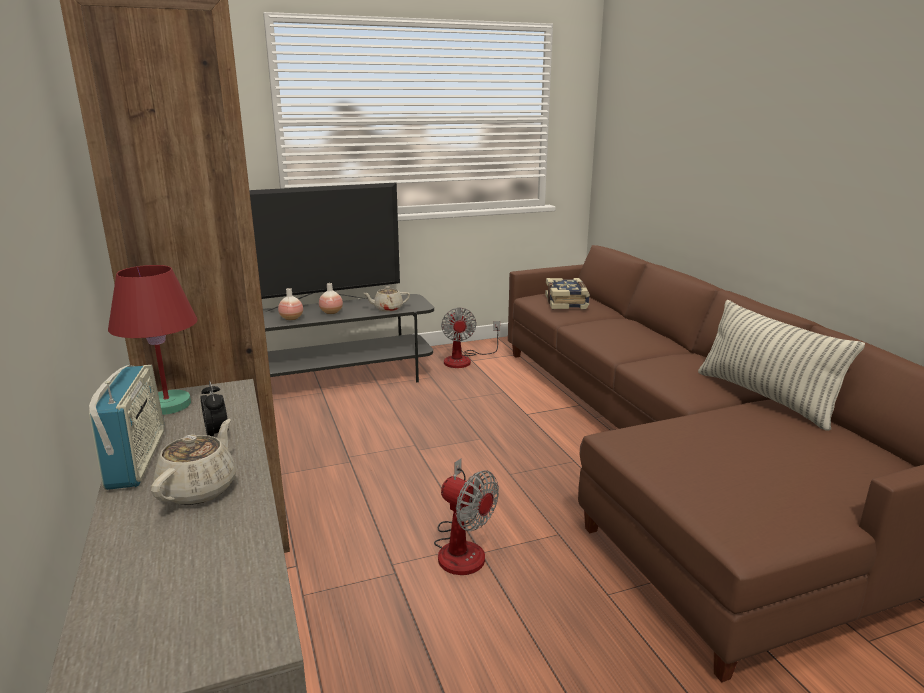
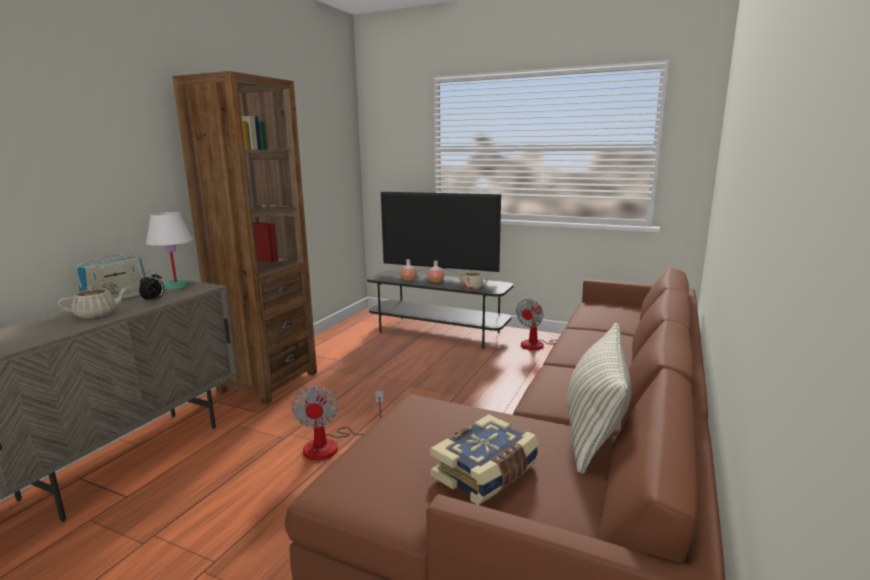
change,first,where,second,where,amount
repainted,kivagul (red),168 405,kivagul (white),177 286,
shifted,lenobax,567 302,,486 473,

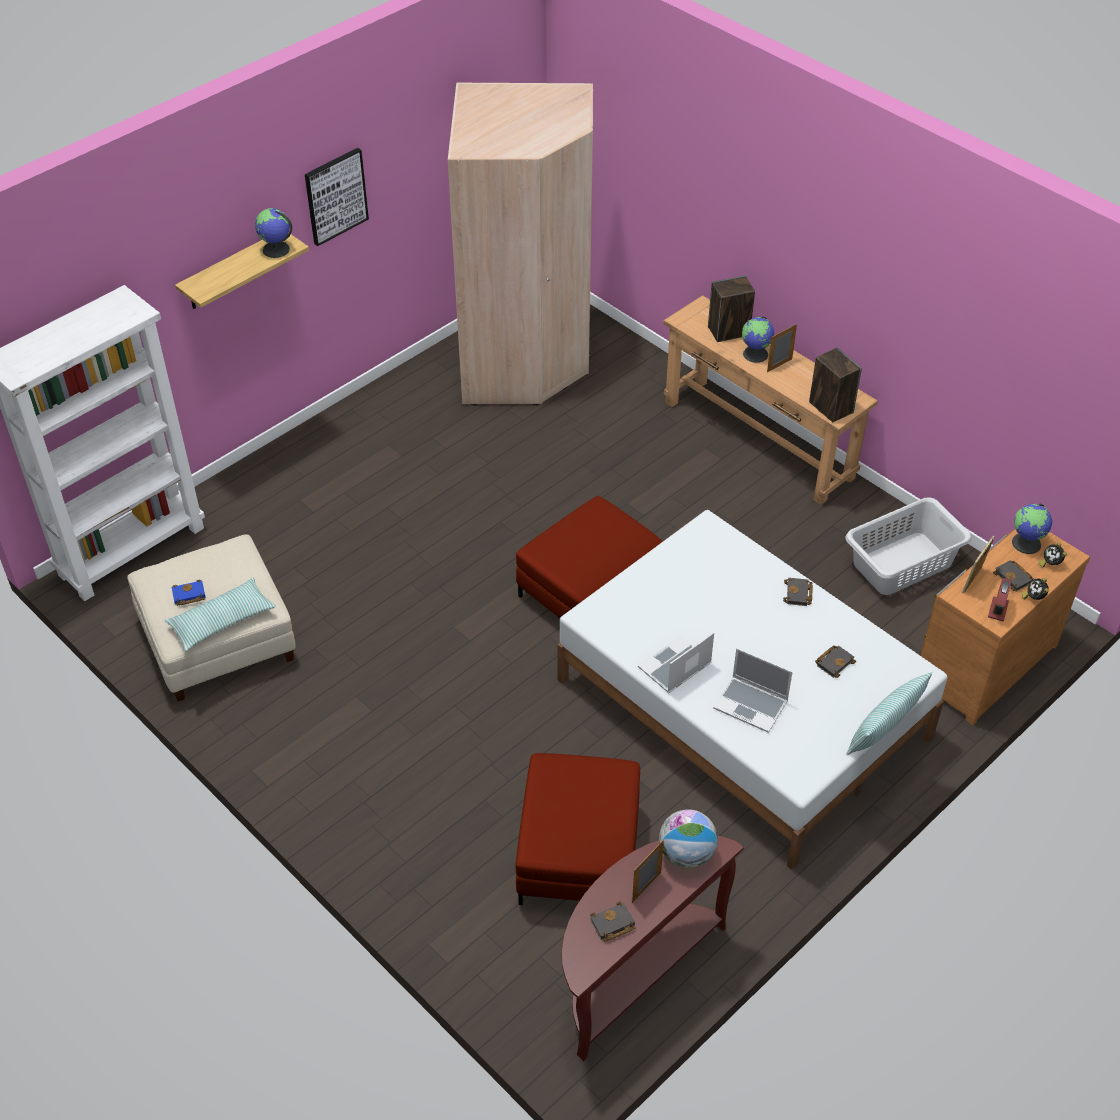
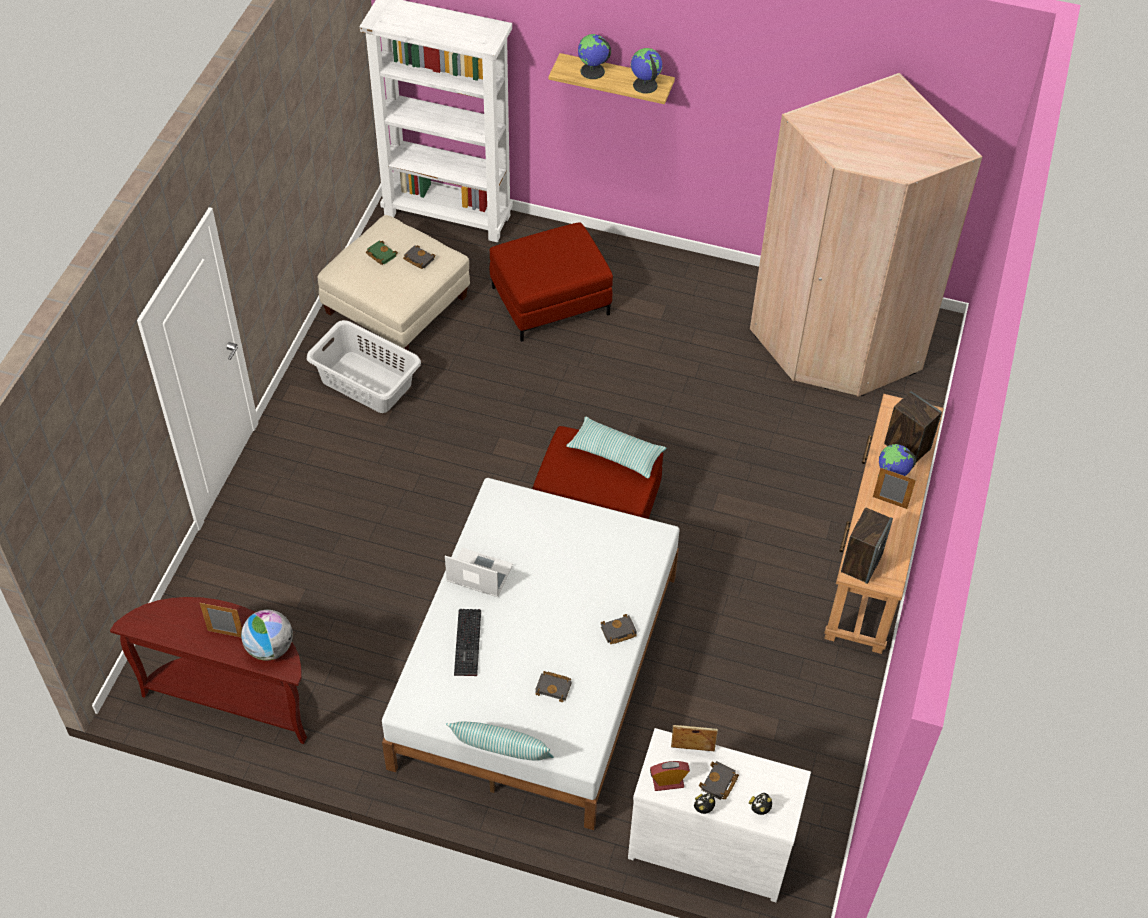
change,first,where,second,where,amount
shifted,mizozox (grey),901 563,,366 382,
repainted,lenobax (blue),188 596,lenobax (green),380 254,
shifted,lenobax (black),612 925,,418 259,
swapped,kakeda,752 705,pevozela,469 644,
shifted,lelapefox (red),578 853,,550 300,
shifted,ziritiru,222 621,,615 453,
shifted,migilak,1027 543,,592 71,
repainted,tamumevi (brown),982 663,tamumevi (white),710 842,
gone,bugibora,335 196,,,

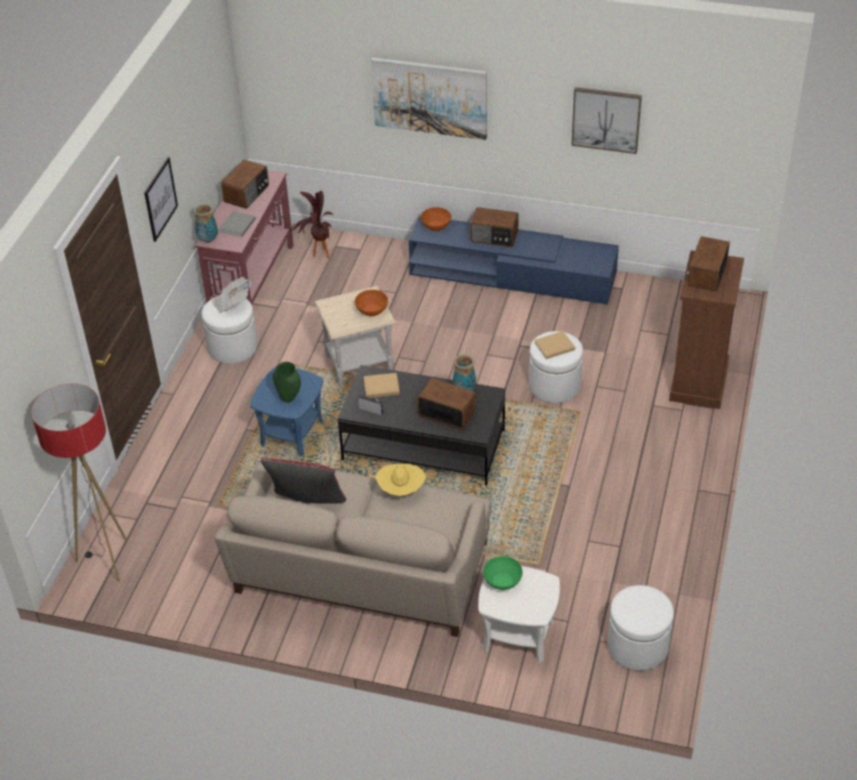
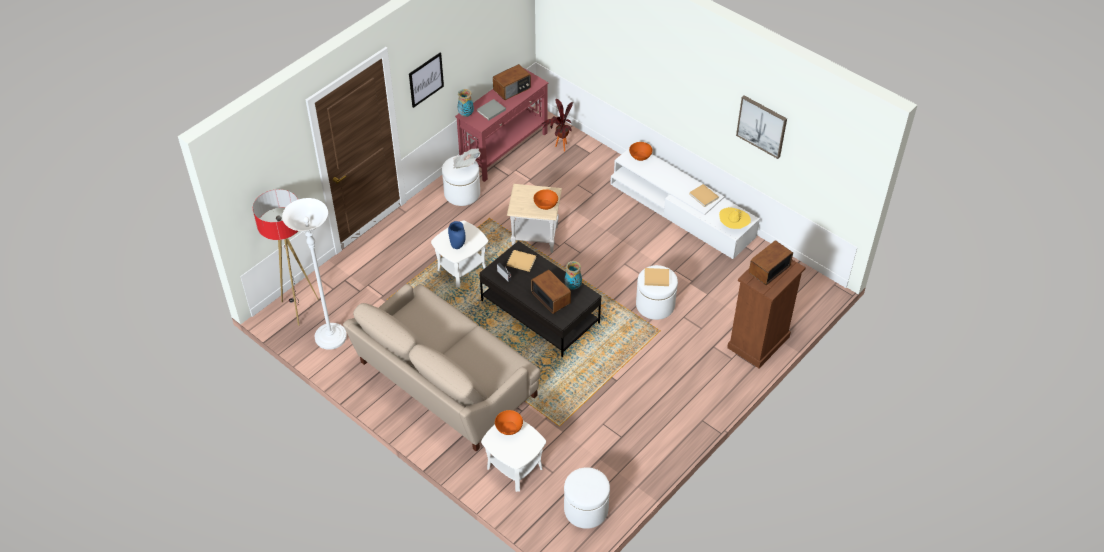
change,first,where,second,where,amount
new,,,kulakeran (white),331 337,
repainted,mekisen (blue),292 433,mekisen (white),461 269,
repainted,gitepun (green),288 399,gitepun (blue),457 246,
repainted,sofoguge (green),502 581,sofoguge (orange),509 428,
repainted,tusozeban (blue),511 274,tusozeban (white),681 211,
new,,,lenobax (beige),704 196,
shifted,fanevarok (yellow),401 491,,733 226,
gone,ziritiru (red),307 503,,,
gone,bugibora,430 97,,,
gone,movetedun,494 237,,,

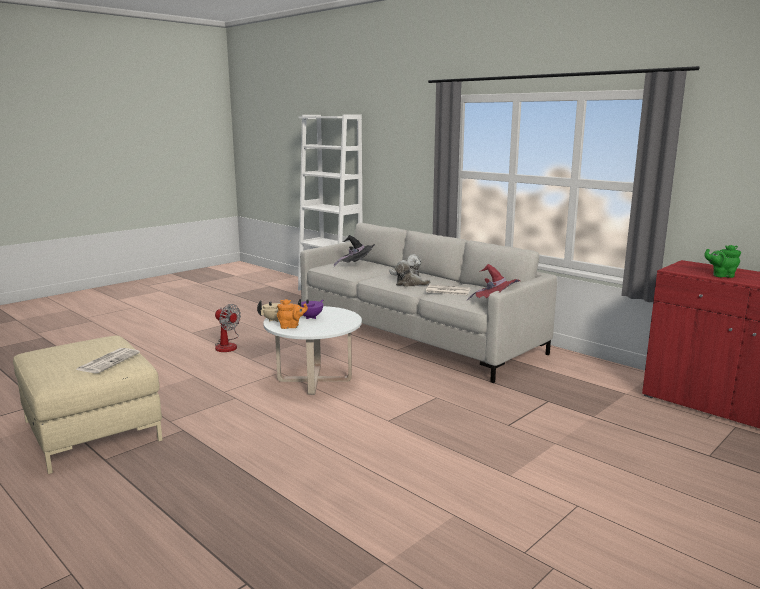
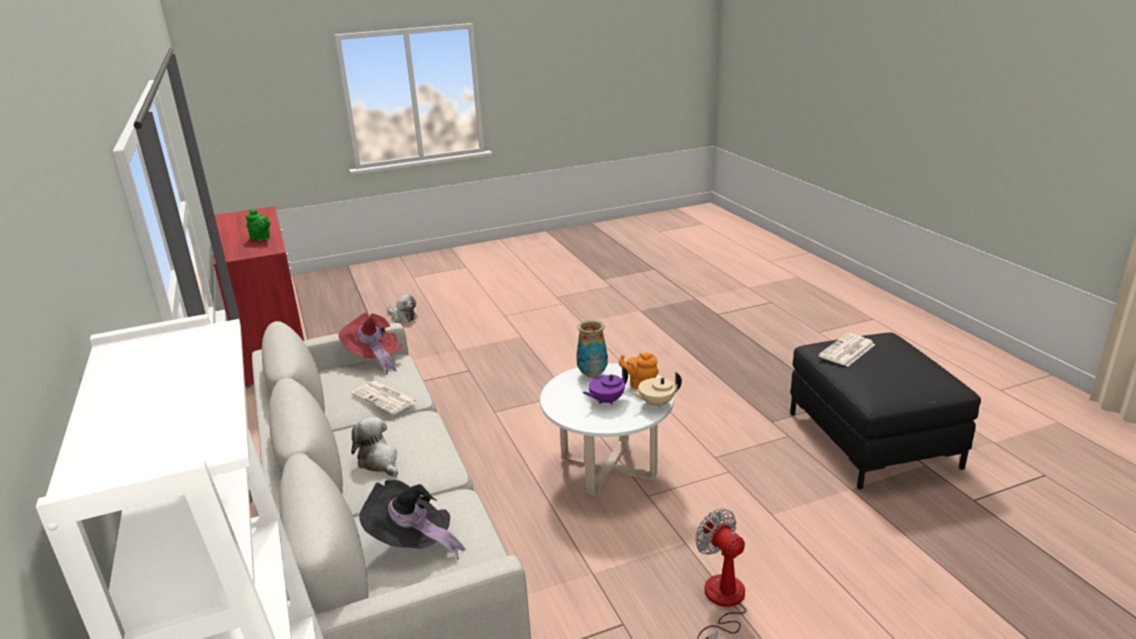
change,first,where,second,where,amount
shifted,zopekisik,409 284,,403 317,
new,,,gitepun,592 374,
repainted,lelapefox (beige),91 430,lelapefox (black),872 439,

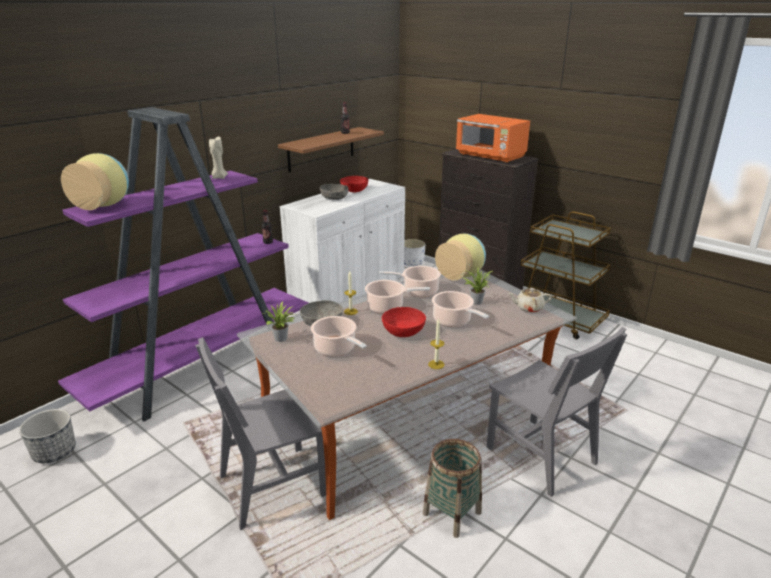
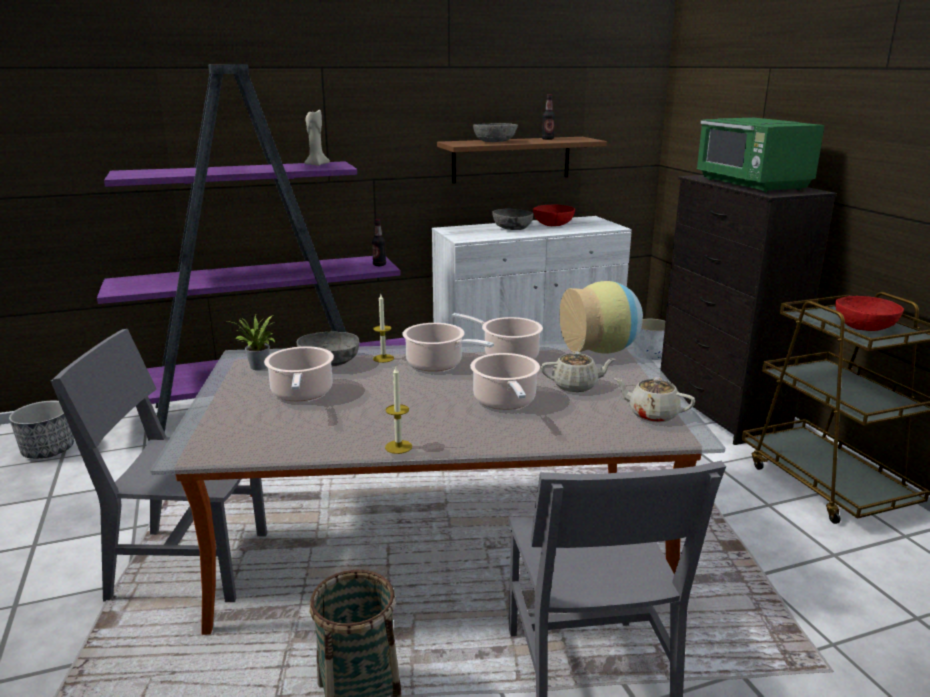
change,first,where,second,where,amount
new,,,sofoguge (grey),495 142,
swapped,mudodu,475 301,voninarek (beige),575 386,
repainted,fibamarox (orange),491 156,fibamarox (green),751 184,
shifted,sofoguge (red),403 331,,864 326,
gone,gitepun,105 205,,,

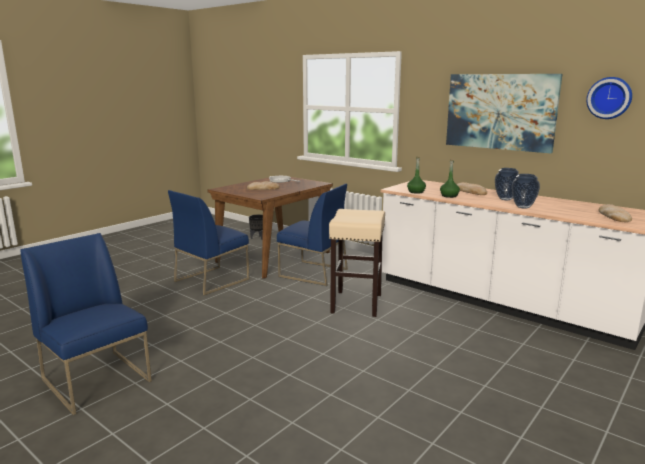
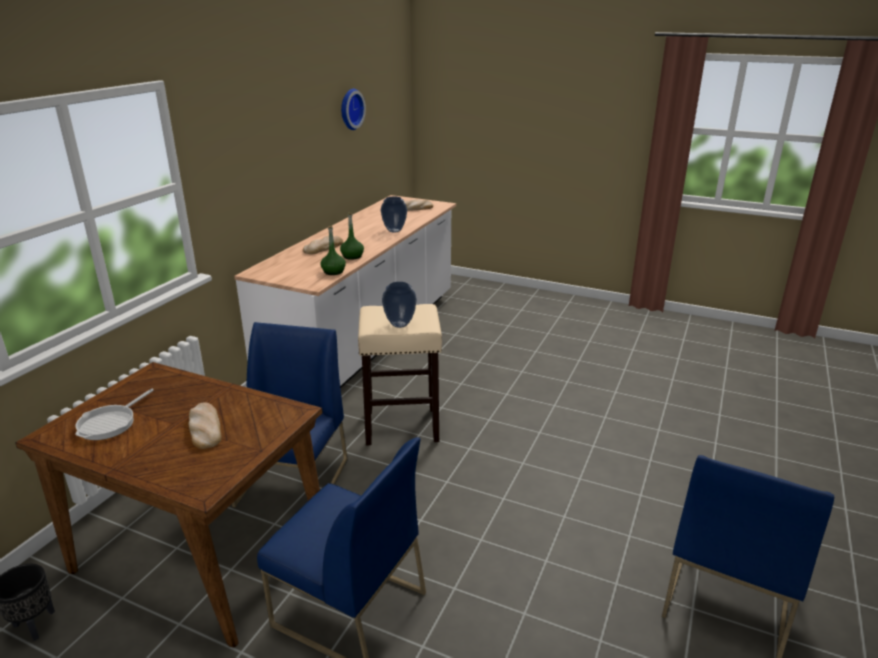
change,first,where,second,where,amount
shifted,gitepun,506 199,,400 324,
gone,bugibora,500 111,,,

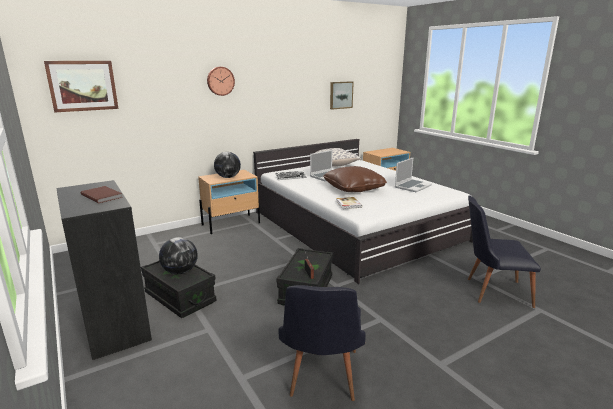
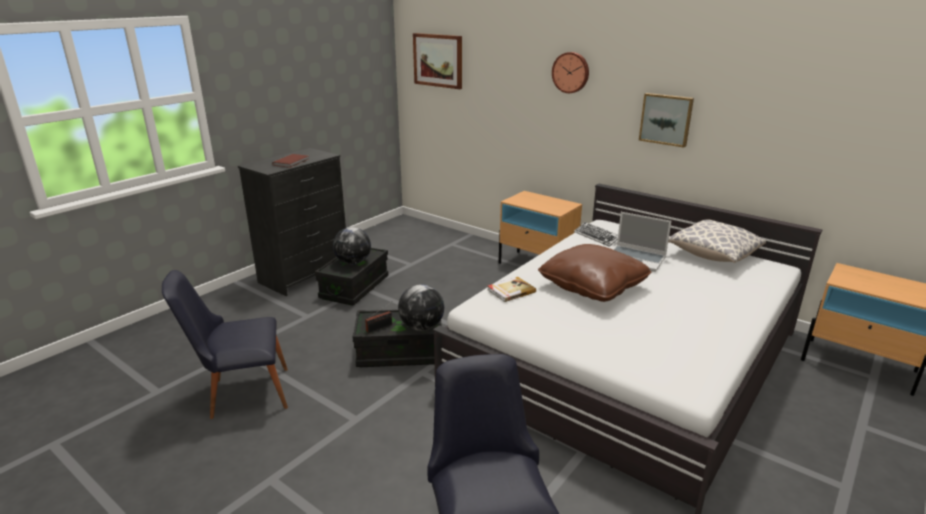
change,first,where,second,where,amount
shifted,migilak,228 177,,421 327,
shifted,bugibora,340 95,,666 119,
gone,kakeda,412 186,,,

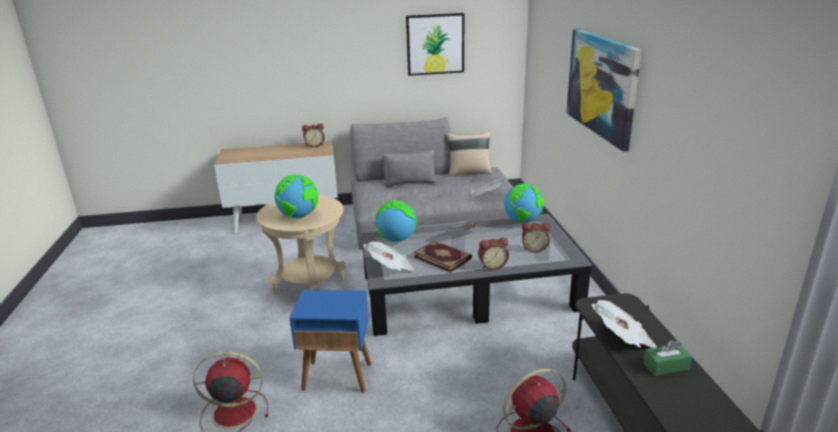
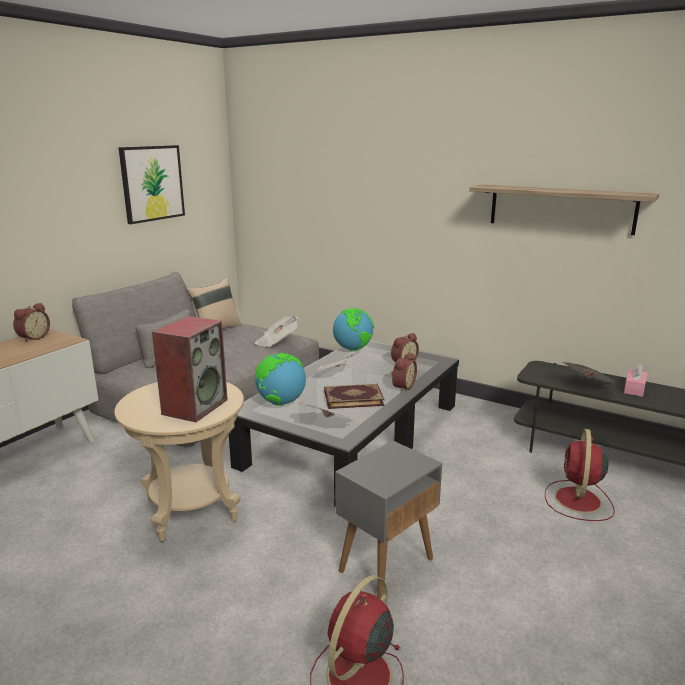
change,first,where,second,where,amount
swapped,migilak,299 216,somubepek,195 406,
repainted,mekisen (blue),338 376,mekisen (grey),387 564,
new,,,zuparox,561 208,
repainted,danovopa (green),666 366,danovopa (pink),634 389,
gone,bugibora,601 85,,,

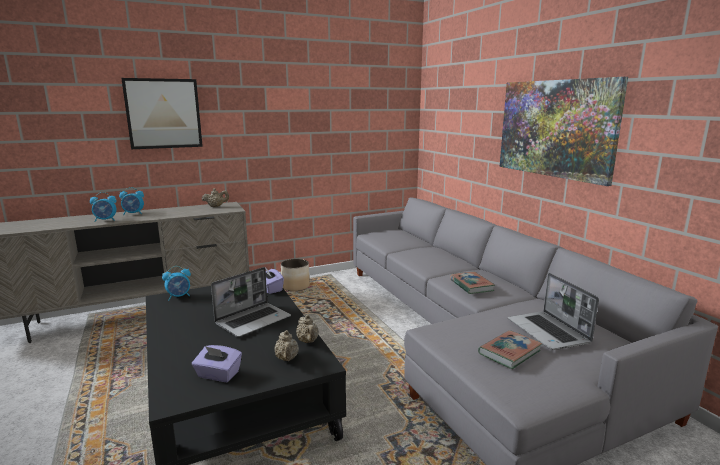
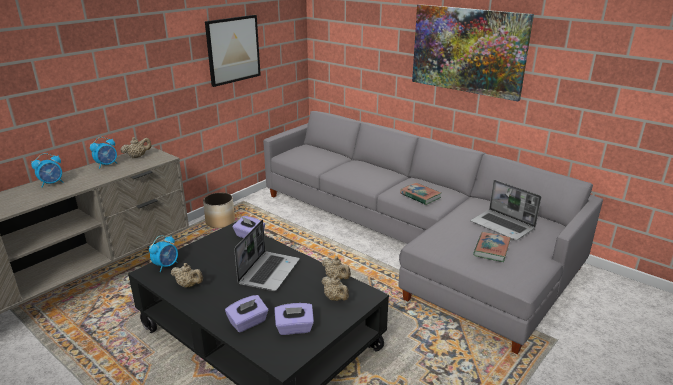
change,first,where,second,where,amount
shifted,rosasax,105 220,,107 165,
new,,,voninarek (beige),188 285,
shifted,bugibora,163 113,,233 50,
new,,,danovopa (purple),248 323,

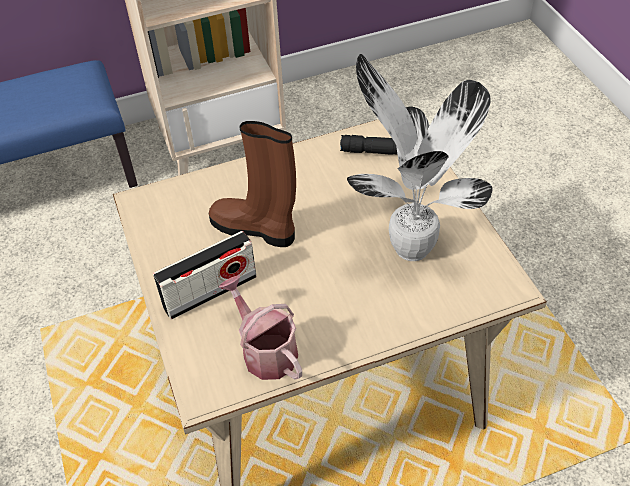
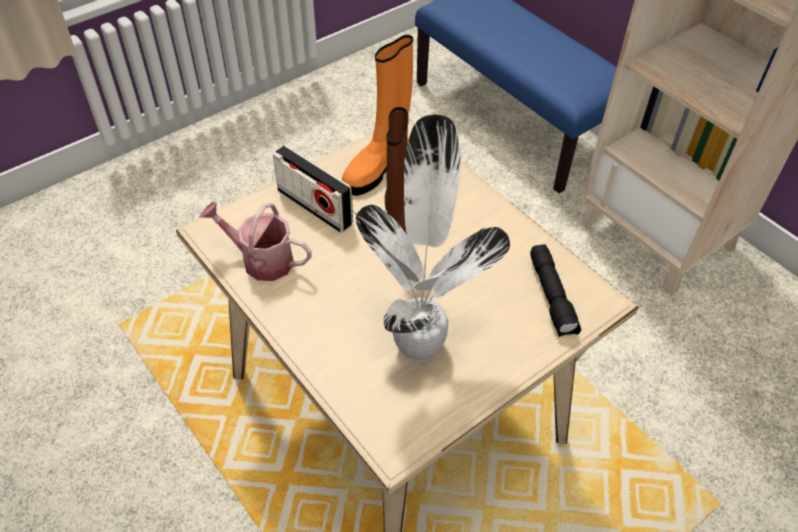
change,first,where,second,where,amount
rotated,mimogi,265 350,,261 259,105 degrees counterclockwise
new,,,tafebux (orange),378 168,

